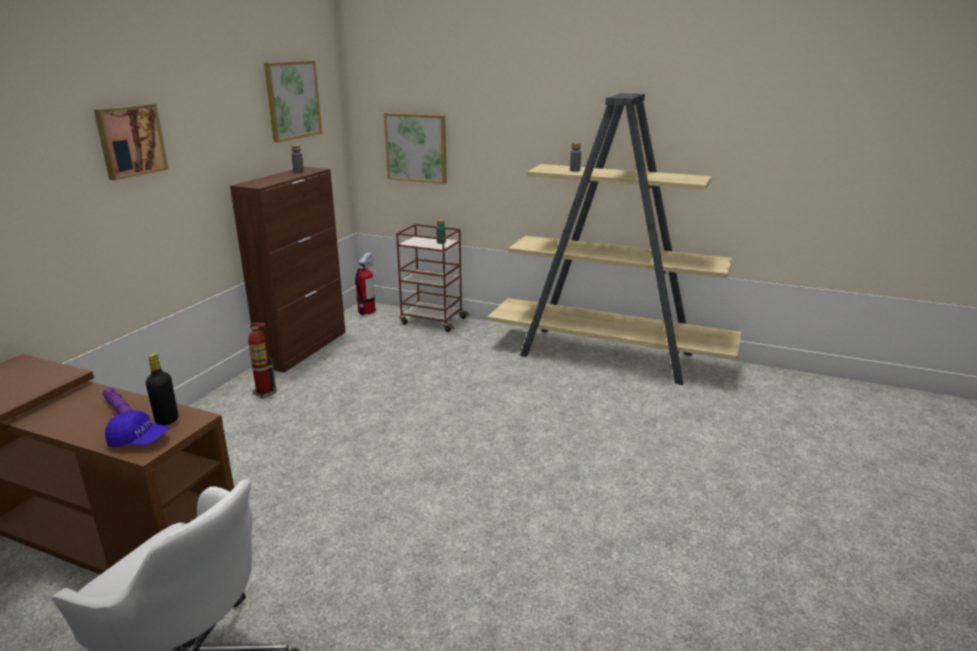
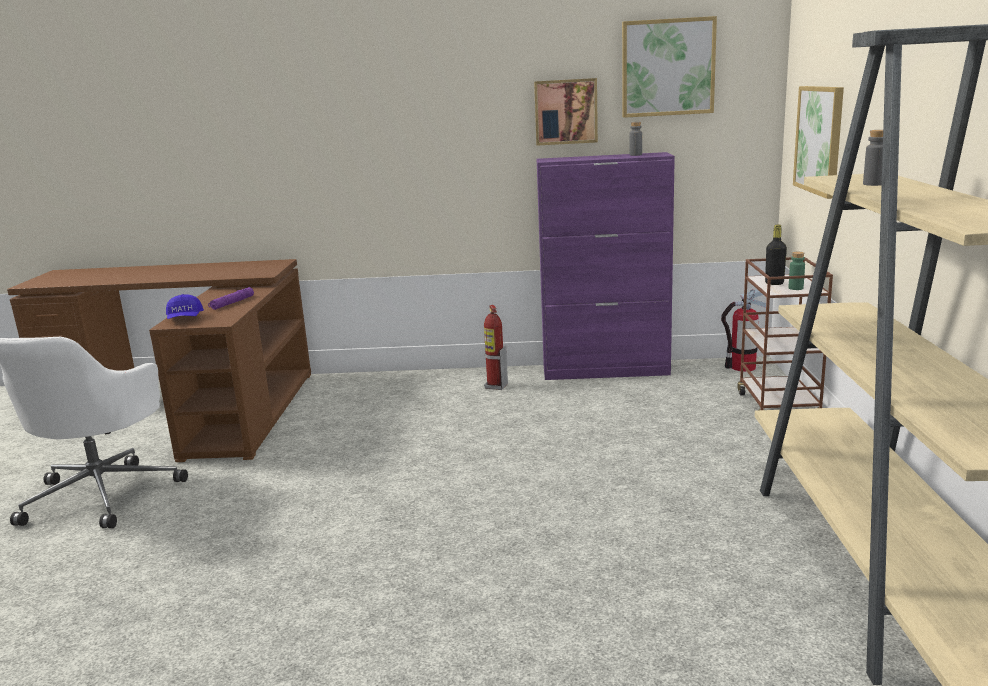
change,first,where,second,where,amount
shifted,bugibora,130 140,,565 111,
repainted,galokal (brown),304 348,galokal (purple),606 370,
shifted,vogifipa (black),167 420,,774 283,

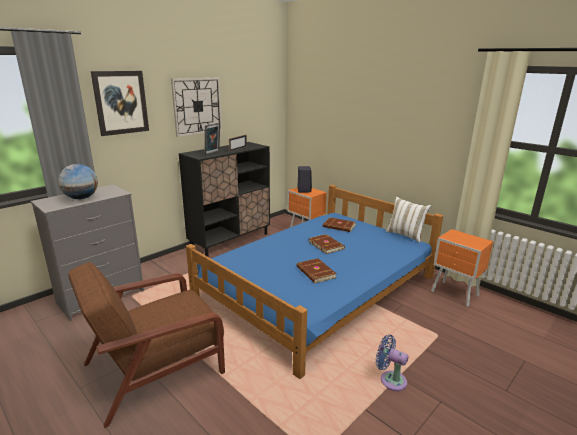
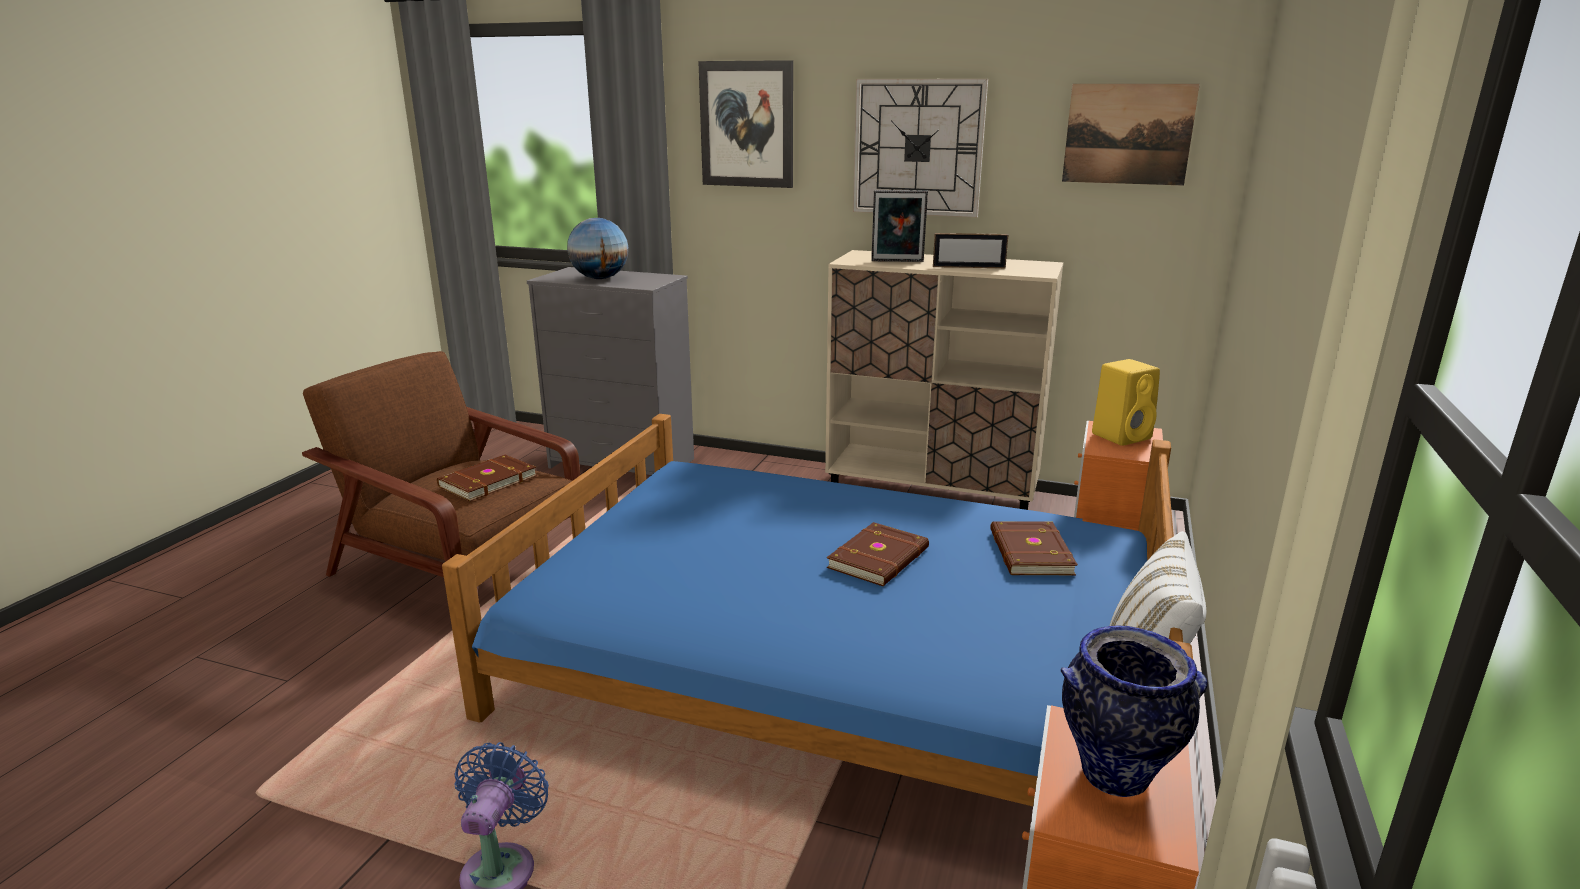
change,first,where,second,where,amount
shifted,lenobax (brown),315 272,,486 481,
repainted,galokal (black),230 240,galokal (beige),932 494,
new,,,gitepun,1116 775,
new,,,bugibora,1128 134,
repainted,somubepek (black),304 190,somubepek (yellow),1122 436,

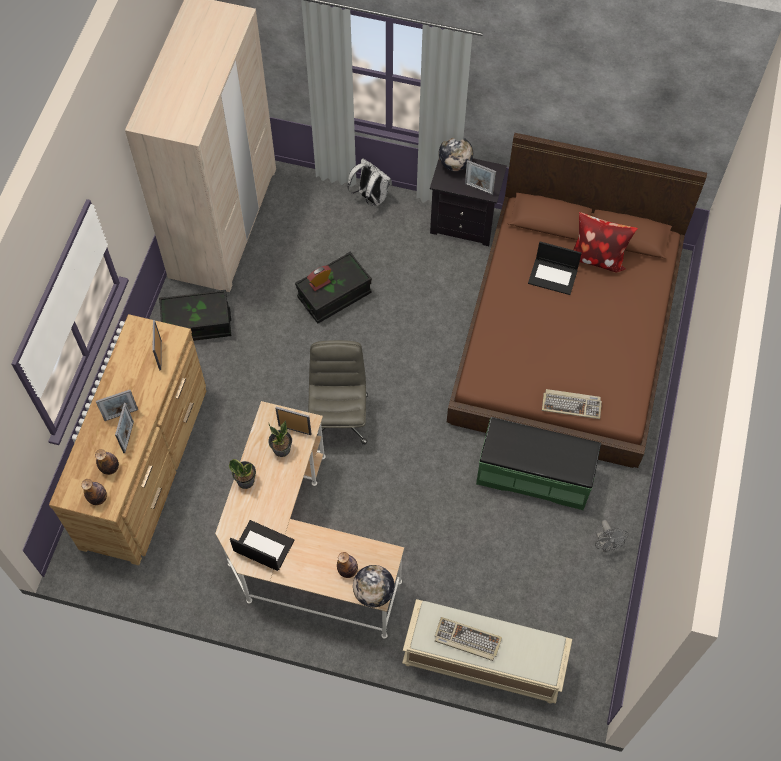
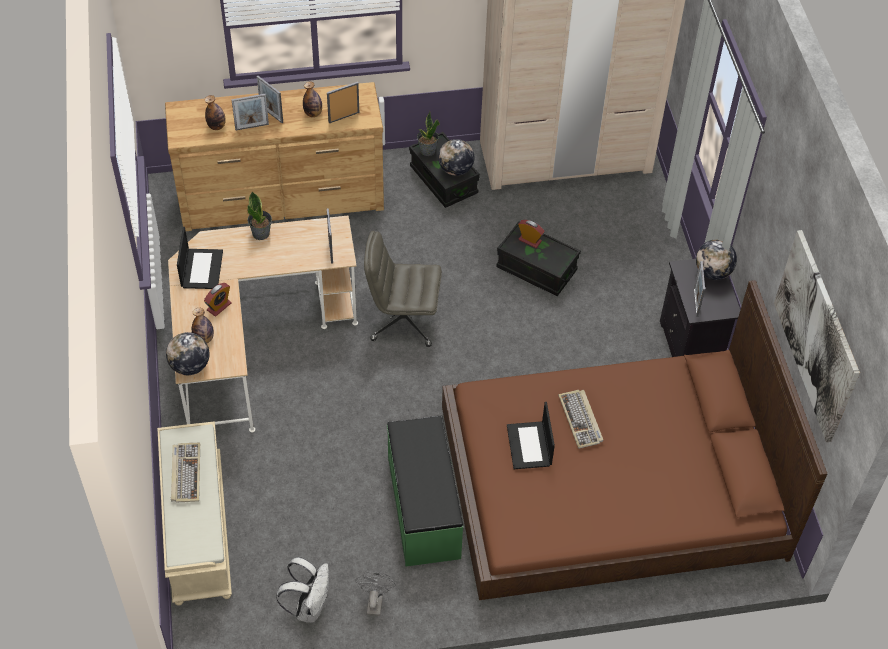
change,first,where,second,where,amount
new,,,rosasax,219 306,
shifted,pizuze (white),370 197,,309 606,
shifted,vogifipa,98 498,,313 113,
rotated,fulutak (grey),606 545,,375 601,135 degrees clockwise
rotated,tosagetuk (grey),338 418,,403 320,150 degrees counterclockwise
shifted,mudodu,282 449,,427 150,
new,,,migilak,455 170,
shifted,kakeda,553 276,,529 446,
shifted,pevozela,572 405,,581 420,
new,,,bugibora,816 335,
gone,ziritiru,597 257,,,

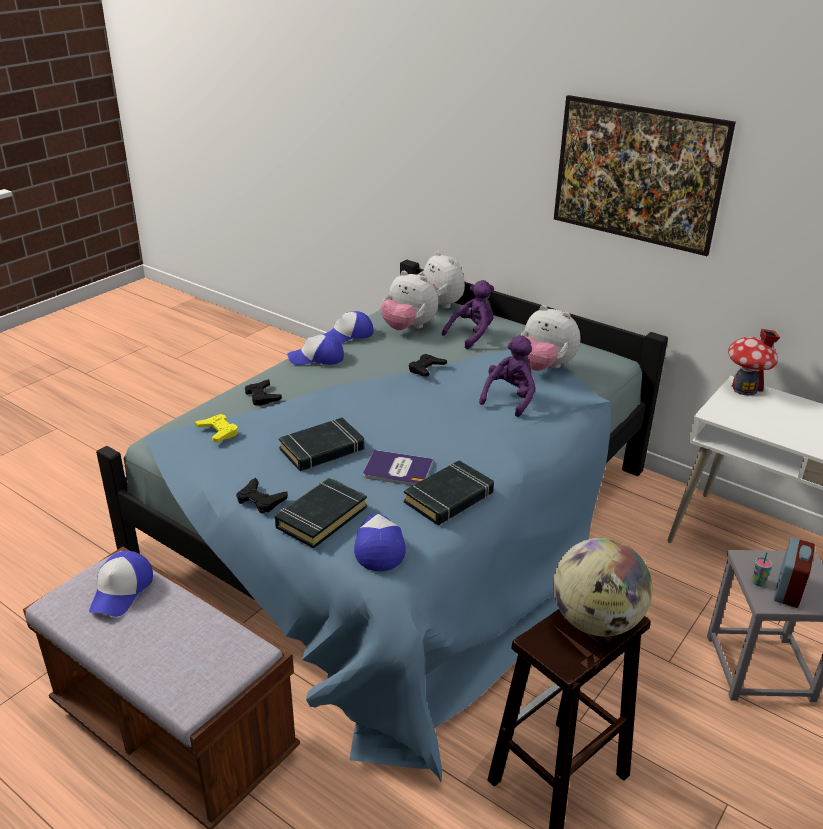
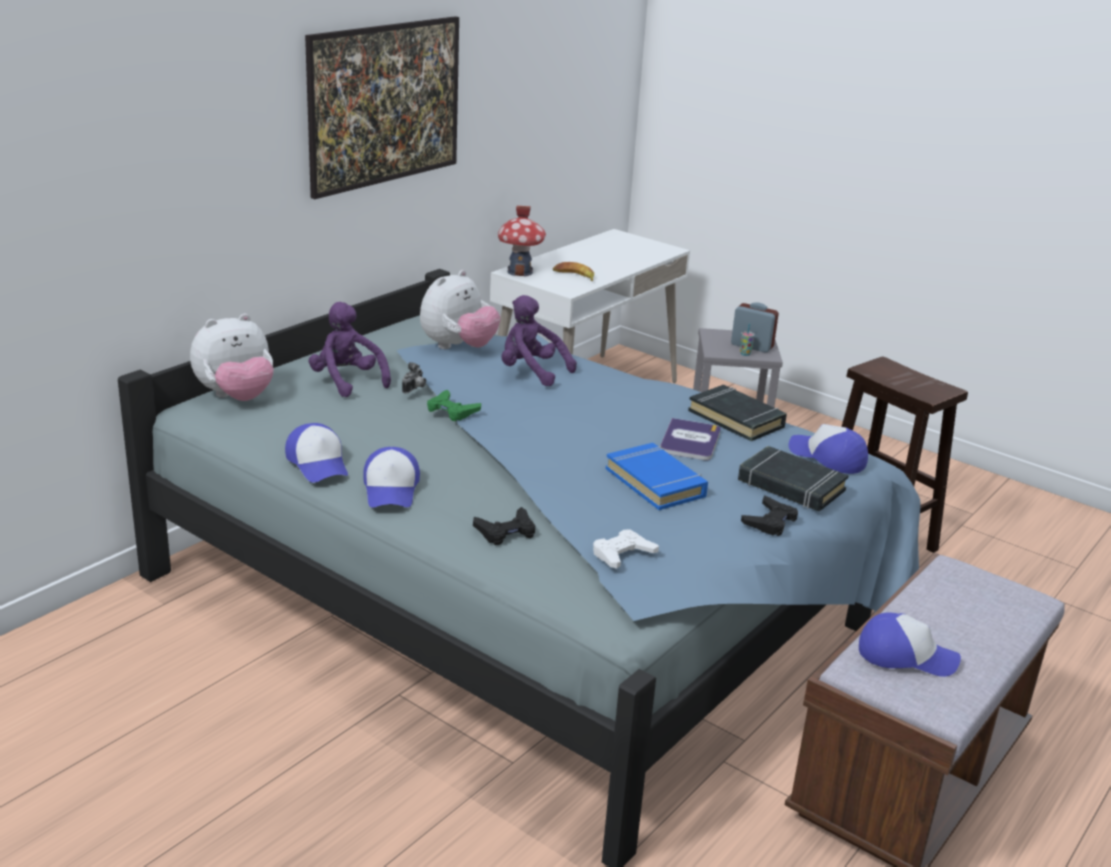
change,first,where,second,where,amount
new,,,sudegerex,415 389,
repainted,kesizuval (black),426 368,kesizuval (green),452 410,
new,,,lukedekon,574 276,
repainted,kesizuval (yellow),218 431,kesizuval (white),622 554,
repainted,lenobax (black),322 450,lenobax (blue),656 482,
rotated,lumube,378 546,,827 457,45 degrees clockwise
gone,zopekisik,408 328,,,
gone,migilak,596 622,,,

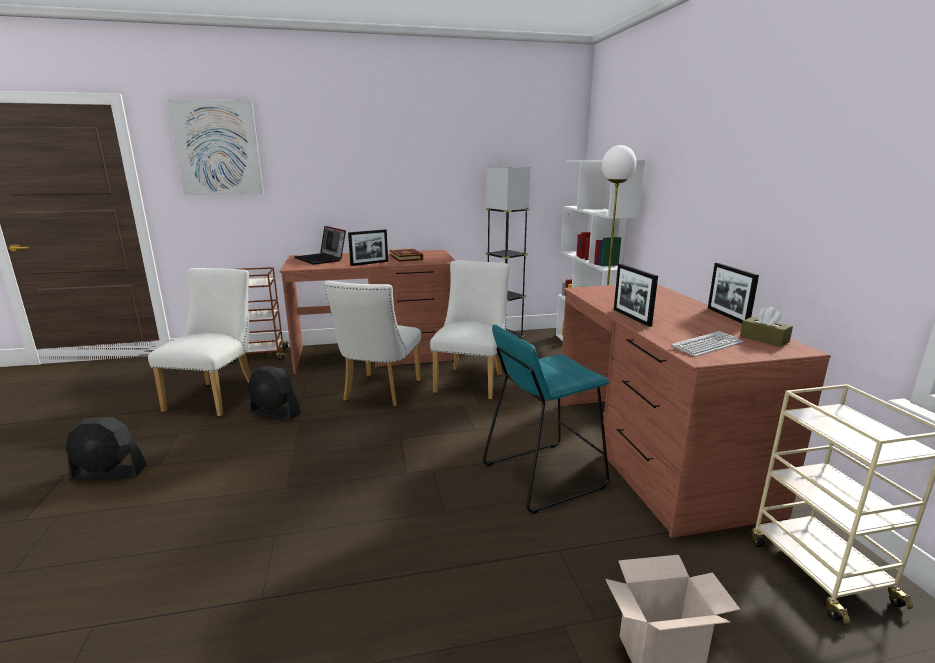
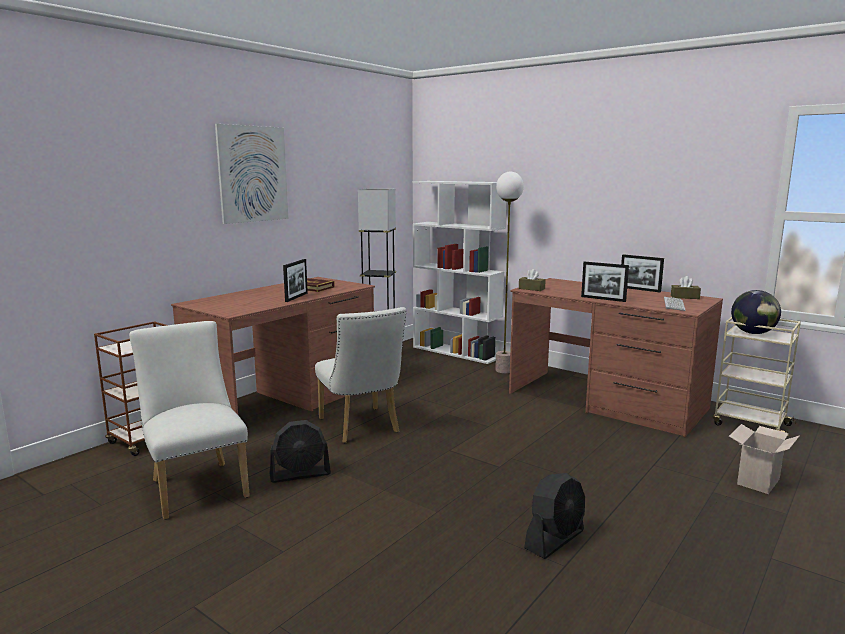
change,first,where,second,where,amount
shifted,bugibora,218 148,,253 174,
new,,,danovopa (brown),531 289,
shifted,fulutak (black),109 473,,555 539,
new,,,migilak,753 333,
gone,kakeda,321 259,,,
gone,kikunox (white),472 381,,,
gone,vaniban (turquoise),543 475,,,

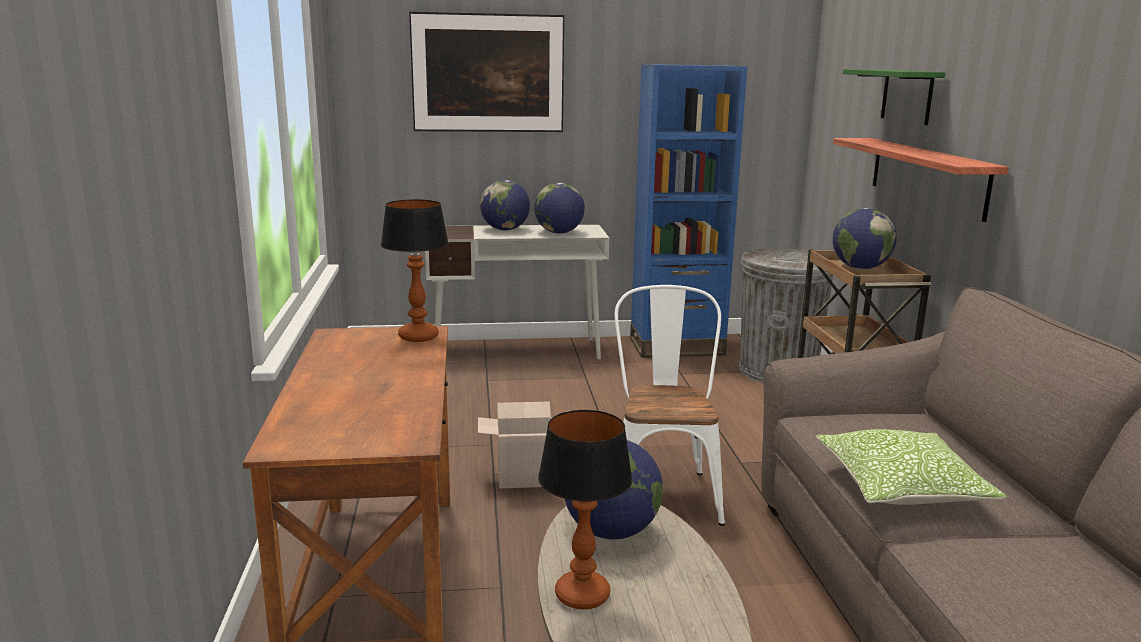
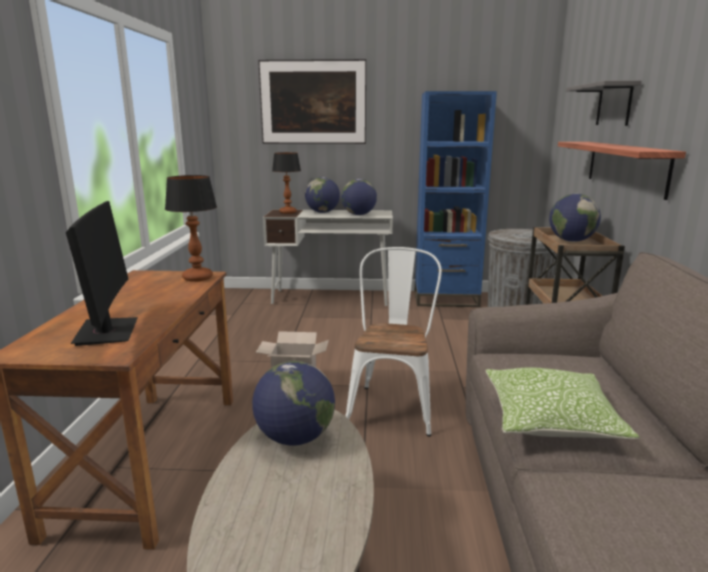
change,first,where,second,where,amount
new,,,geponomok,107 332,
shifted,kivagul,582 596,,287 212,
repainted,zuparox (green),907 96,zuparox (grey),614 105,

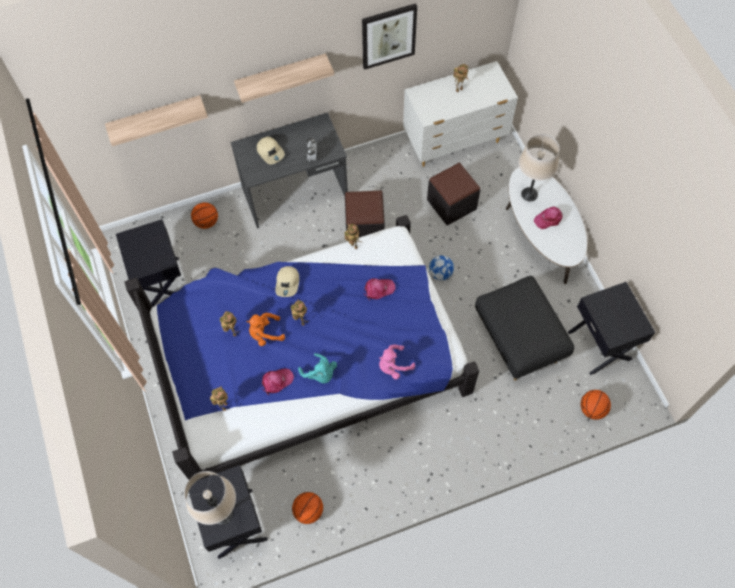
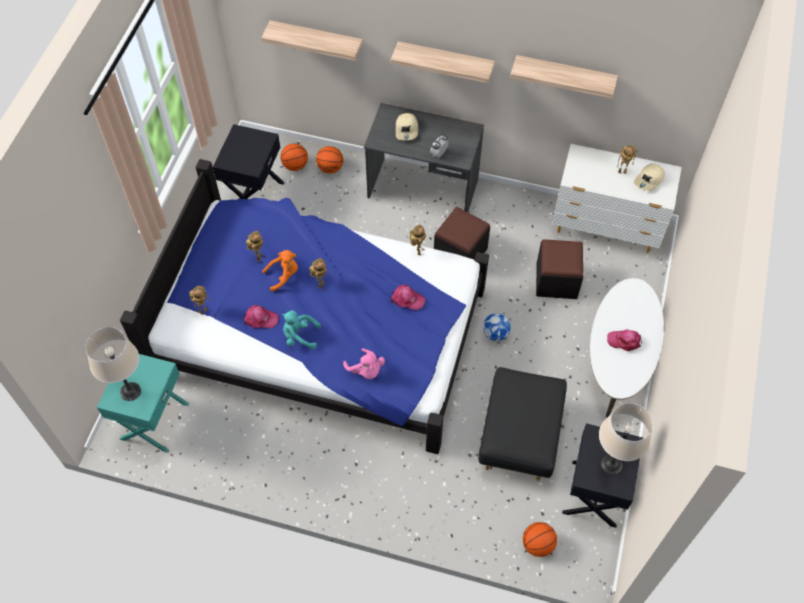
change,first,where,second,where,amount
repainted,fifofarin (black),234 523,fifofarin (turquoise),153 421,
rotated,zopekisik (orange),265 334,,283 275,135 degrees clockwise
shifted,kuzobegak,308 511,,295 166,
rotated,zopekisik (turquoise),320 374,,299 336,105 degrees clockwise
rotated,zopekisik (pink),393 366,,366 370,135 degrees counterclockwise
swapped,bugibora,388 36,zuparox,564 76,
shifted,kivagul (beige),529 194,,611 464,
shifted,lumube (beige),288 283,,649 180,

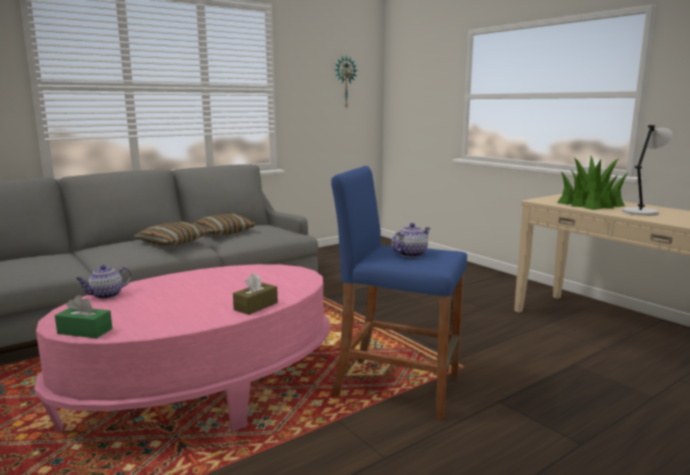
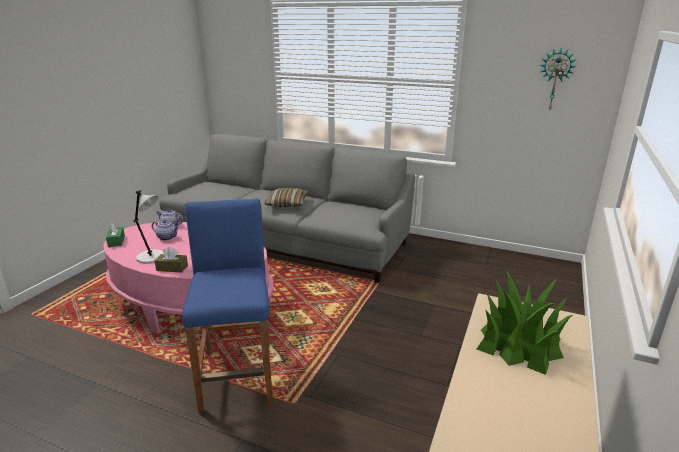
change,first,where,second,where,amount
shifted,kivagul (grey),641 212,,152 257,
shifted,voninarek,411 254,,167 237,
gone,ziritiru,223 232,,,

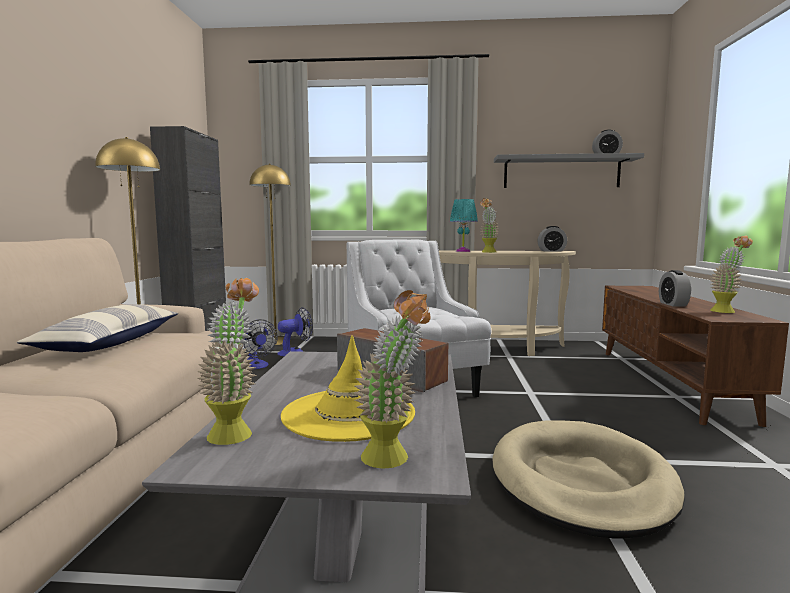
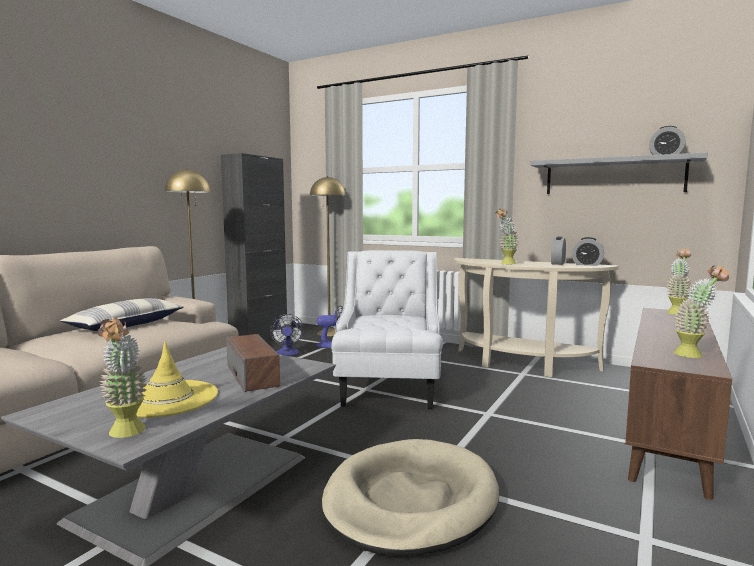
change,first,where,second,where,amount
shifted,rosasax,673 304,,558 263,
shifted,mudodu,235 431,,677 312,
gone,kivagul (turquoise),463 251,,,

